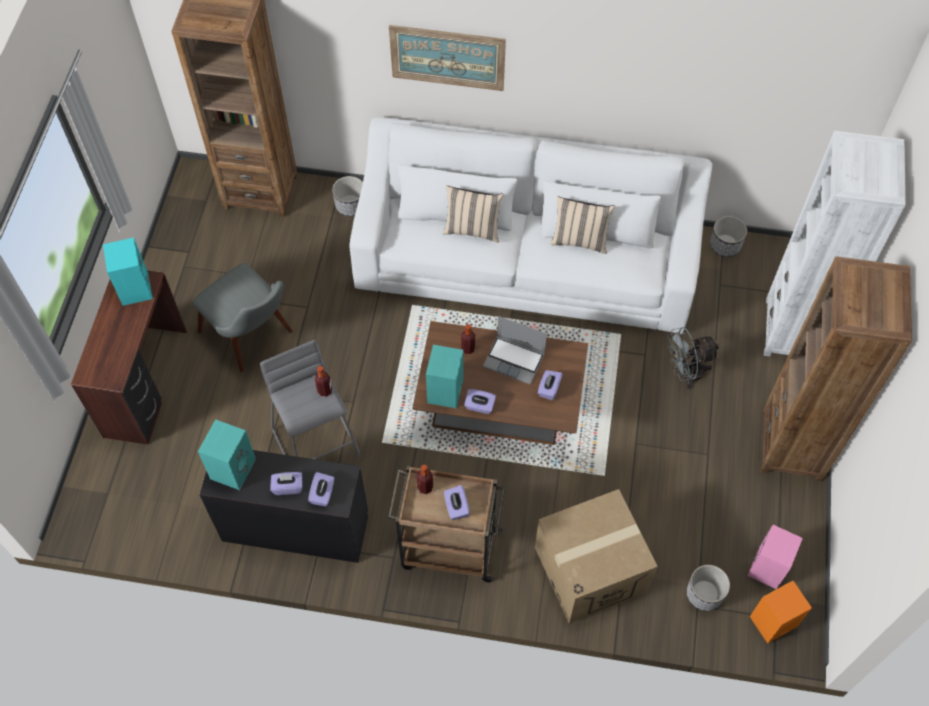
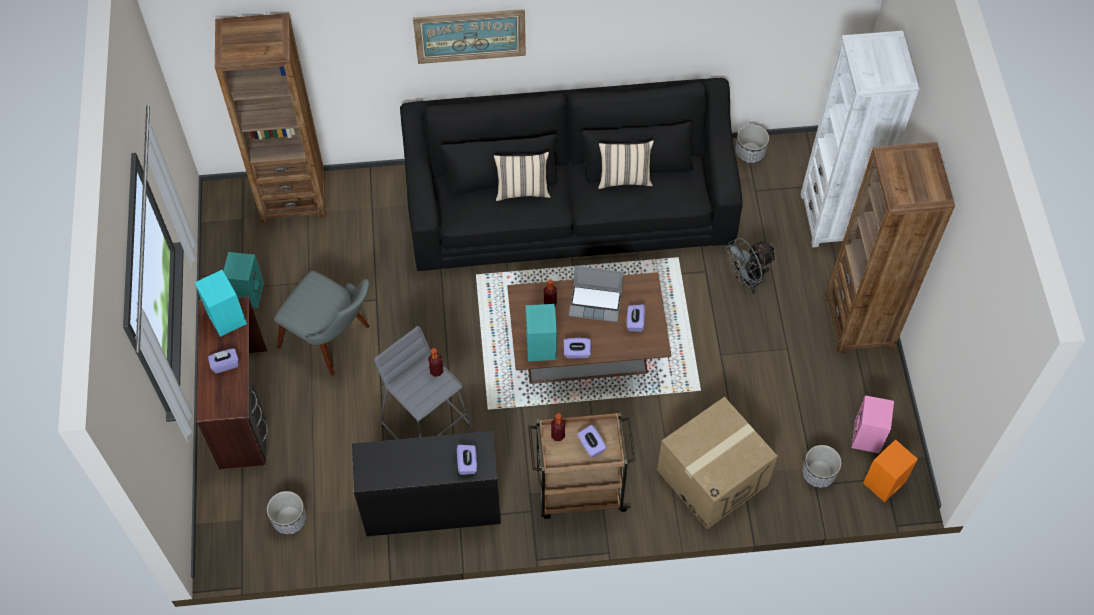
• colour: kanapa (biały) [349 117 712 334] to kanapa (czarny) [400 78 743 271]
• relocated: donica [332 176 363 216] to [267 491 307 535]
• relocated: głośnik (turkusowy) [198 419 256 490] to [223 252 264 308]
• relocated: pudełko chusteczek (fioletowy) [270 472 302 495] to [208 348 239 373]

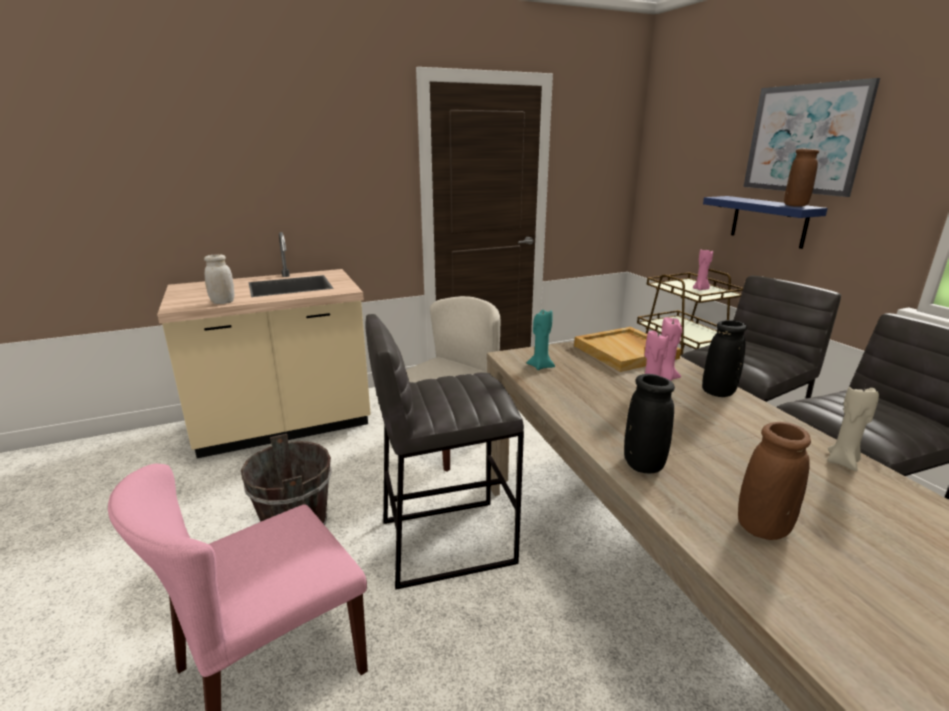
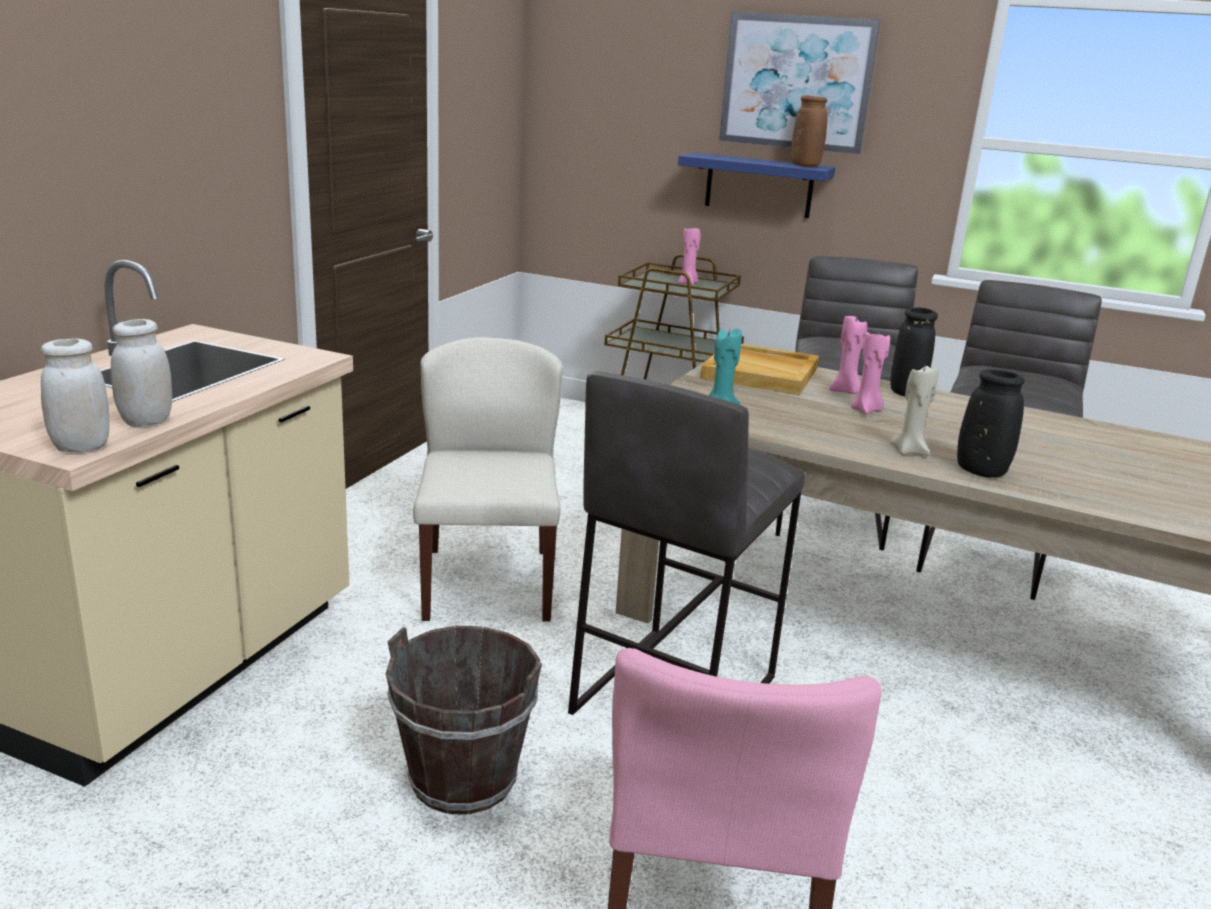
• relocated: świeca (beżowy) [827 385 879 471] to [889 366 939 456]
• missing: wazon (brązowy) [738 422 811 540]
• appeared: słoik (biały) [41 338 109 452]

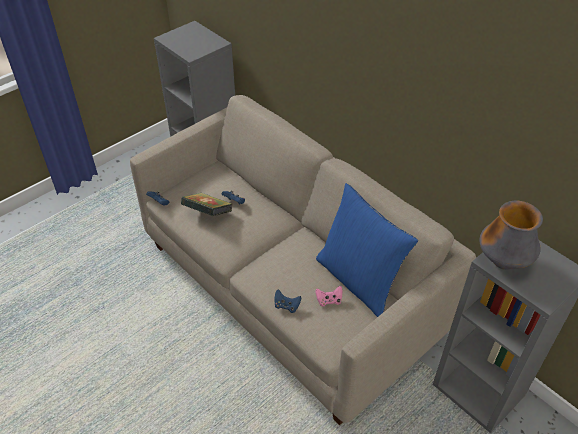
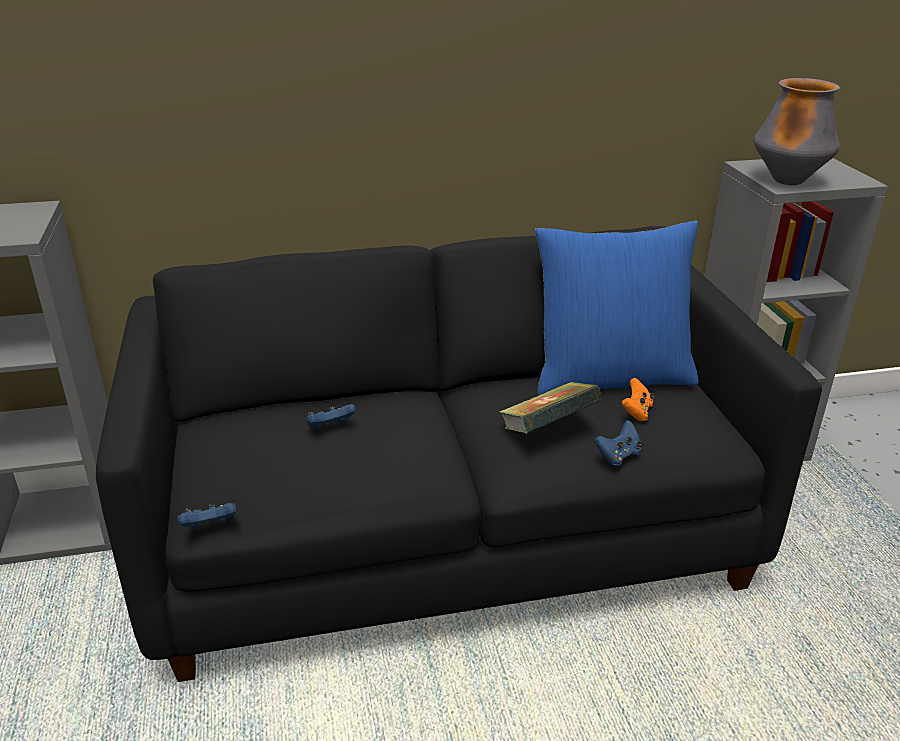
• colour: kanapa (beżowy) [130 95 476 425] to kanapa (czarny) [96 226 822 682]
• relocated: książka [181 192 232 216] to [499 382 603 434]
• colour: pad do gier (różowy) [316 286 342 306] to pad do gier (pomarańczowy) [621 378 655 421]

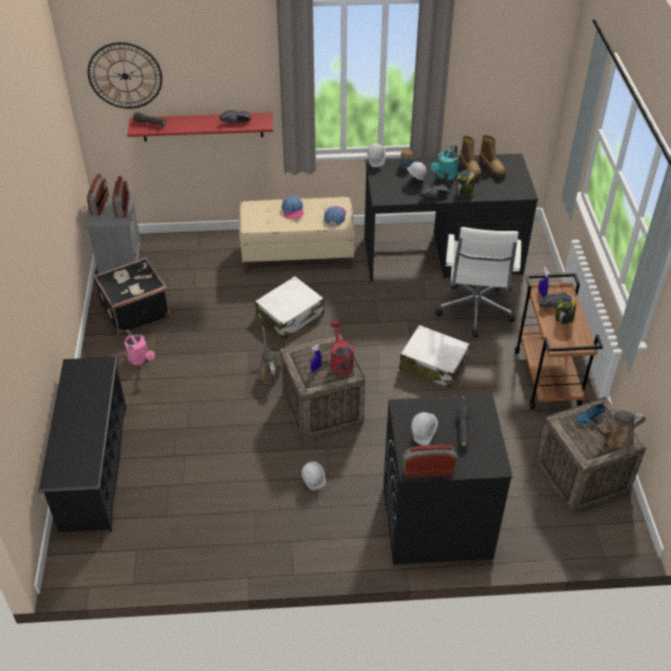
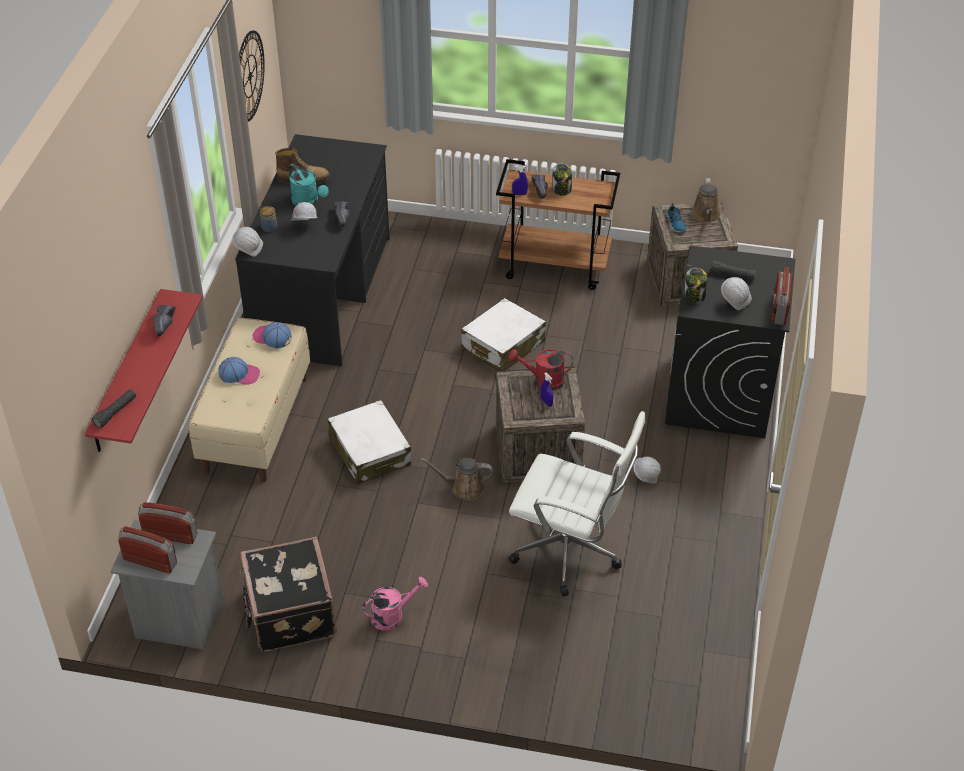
• relocated: zegar ścienny [88 42 162 109] to [239 30 265 122]
• missing: but z cholewką [479 135 506 177]
• relocated: słoik [457 170 475 197] to [684 268 707 303]
• relocated: krzesło biurowe (biały) [435 227 521 338] to [508 411 645 597]
• missing: regał na buty (czarny) [38 357 126 532]

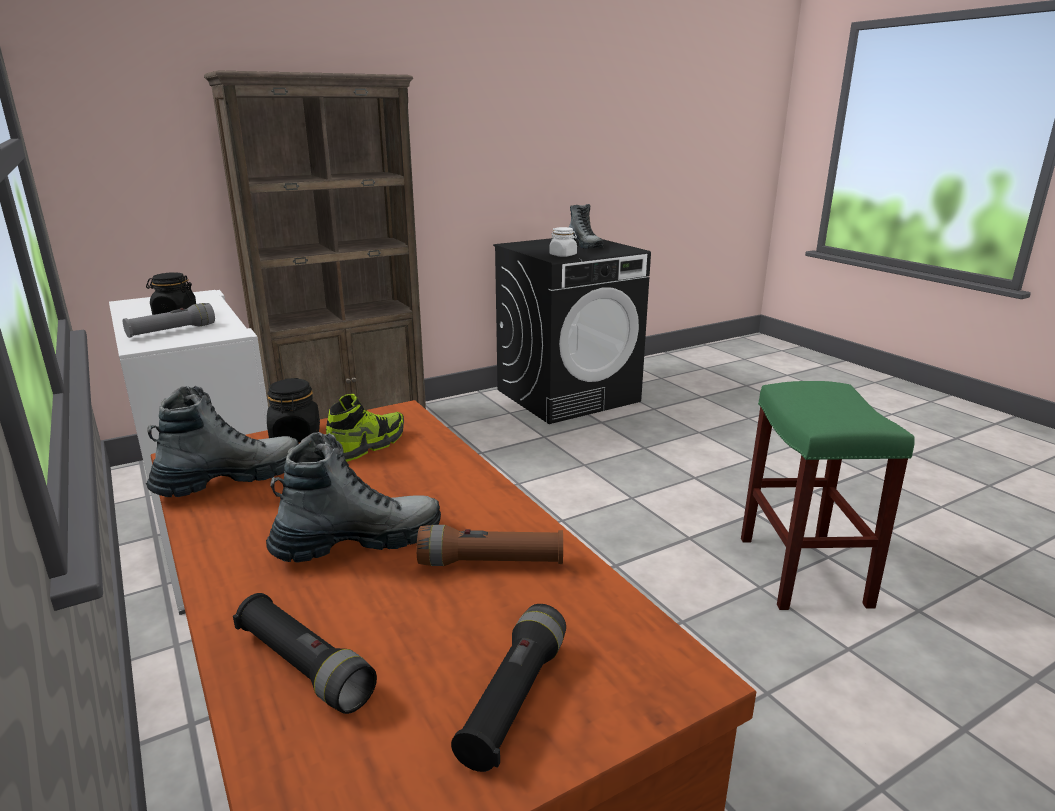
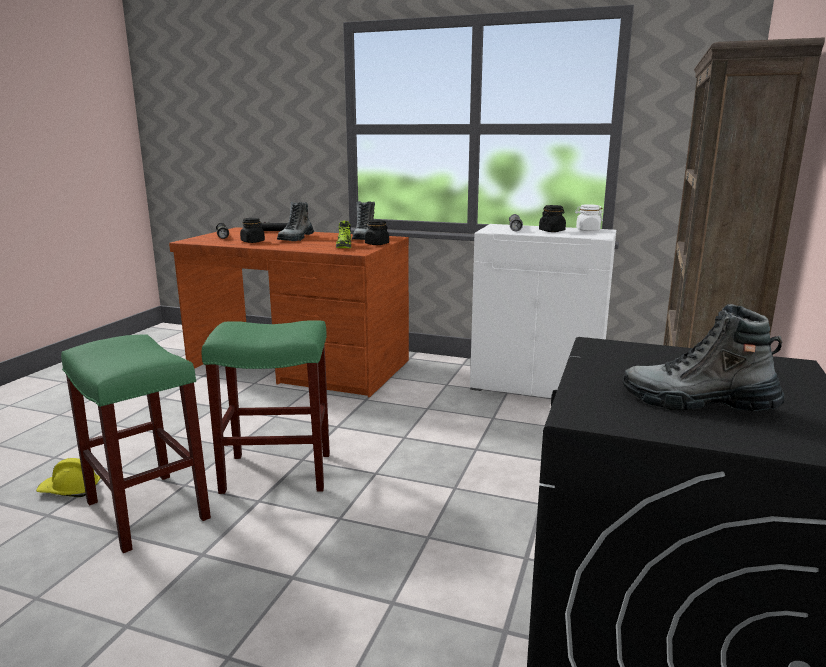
• relocated: słoik (biały) [549 227 577 257] to [575 204 603 231]
• exchanged: latarka (brązowy) [417 525 563 566] to słoik (czarny) [240 218 265 243]
• appeared: stołek (zielony) [202 320 330 494]
• appeared: kask (żółty) [36 458 100 497]

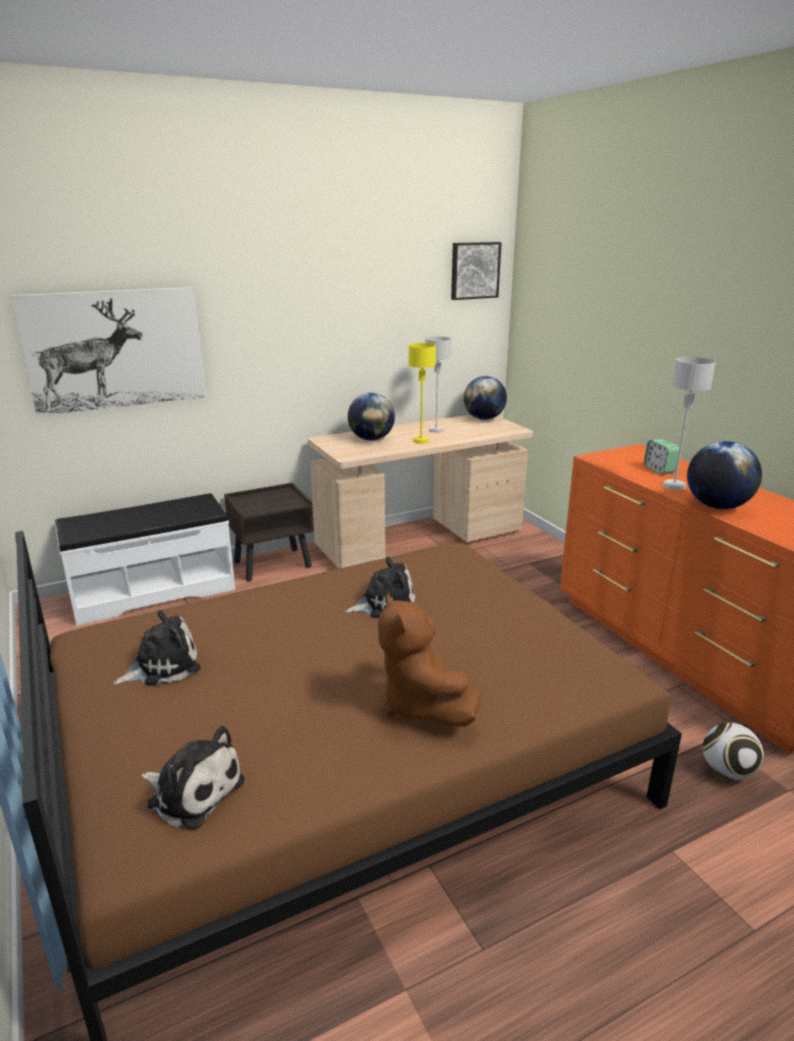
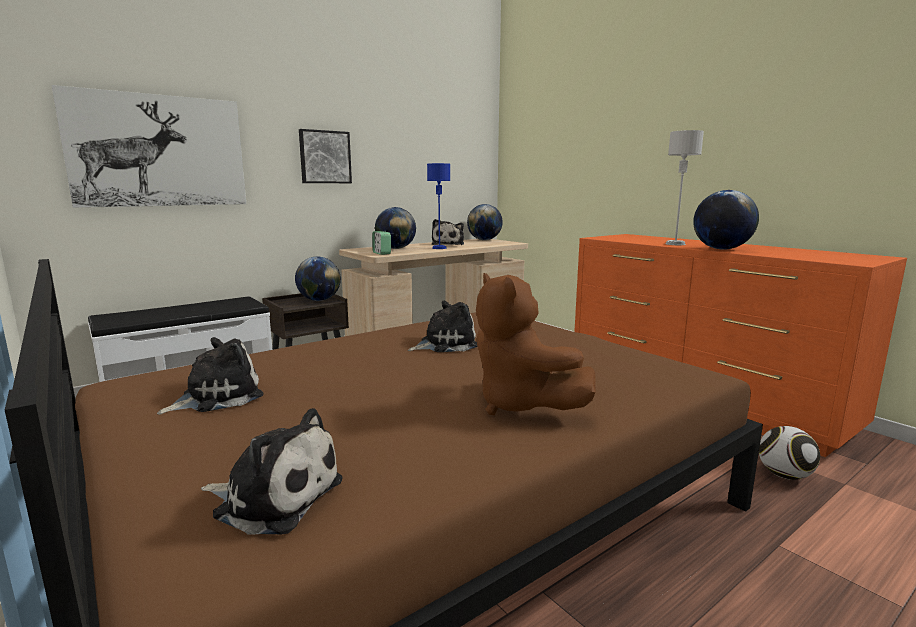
• relocated: obraz [451 242 502 300] to [299 129 352 183]
• exchanged: lampa stołowa (szary) [425 337 451 433] to pluszak [432 219 464 245]
• colour: lampa stołowa (żółty) [408 343 436 444] to lampa stołowa (niebieski) [427 163 450 249]
• relocated: budzik [644 439 679 474] to [372 231 391 255]
• appeared: globus [295 257 341 301]

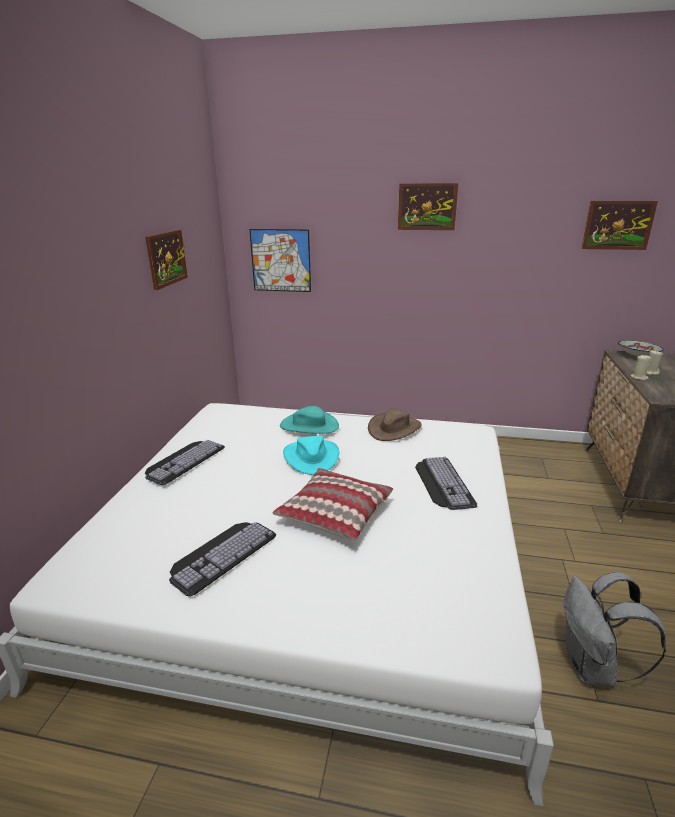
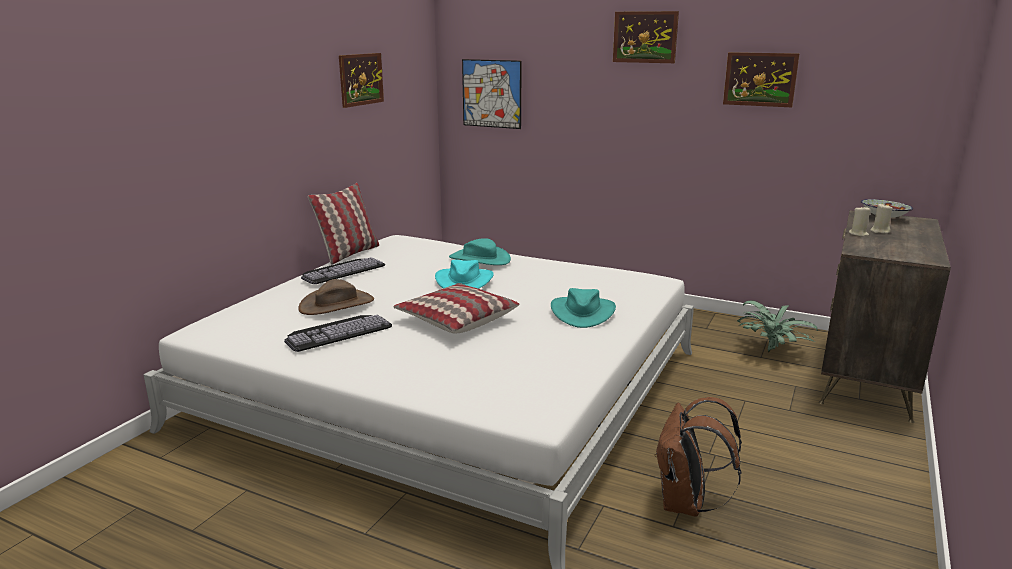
• relocated: obraz [582 201 658 250] to [723 52 799 107]
• relocated: kapelusz (brązowy) [368 408 422 441] to [298 279 374 315]
• exchanged: klawiatura [415 457 477 510] to kapelusz (turkusowy) [551 288 616 328]
• colour: plecak (szary) [564 572 666 686] to plecak (brązowy) [655 397 742 516]
• appeared: poduszka [308 183 379 265]
• appeared: roślina doniczkowa [737 301 818 352]

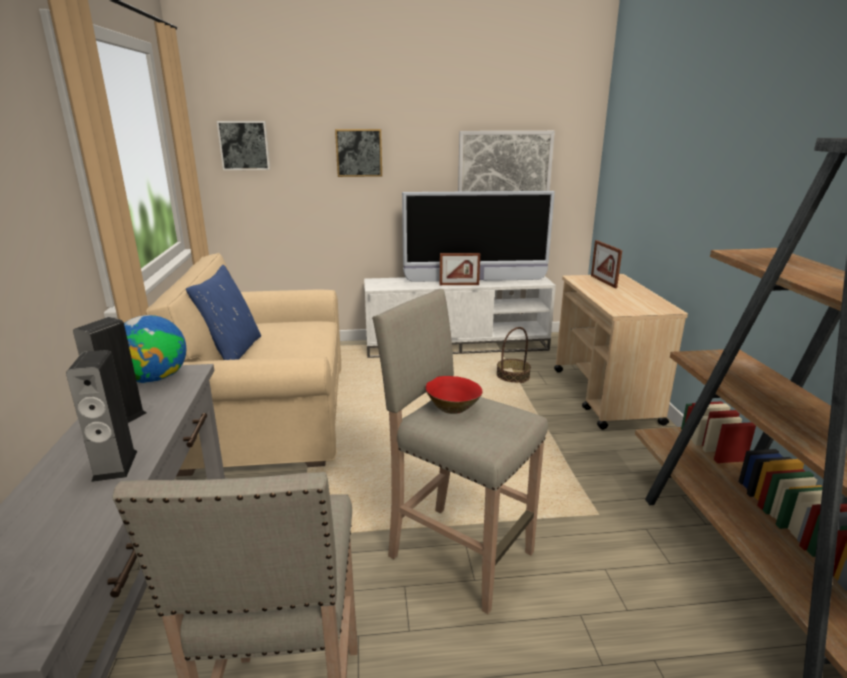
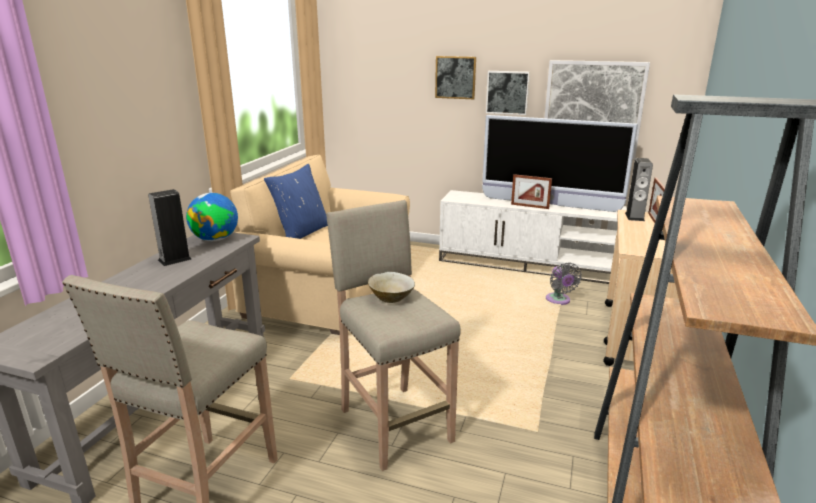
• relocated: obraz [217 121 270 170] to [486 71 530 115]
• exchanged: koszyk [497 327 531 383] to wentylator (szary) [546 263 582 305]
• relocated: głośnik [66 350 137 482] to [625 158 653 221]
• colour: miska (czerwony) [425 376 483 414] to miska (beżowy) [368 272 415 303]

